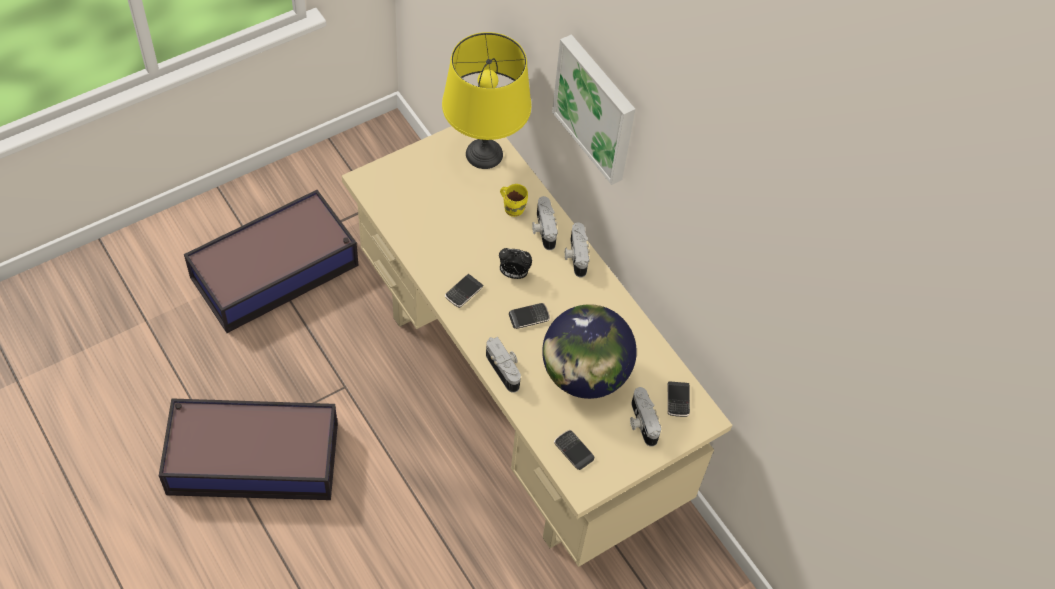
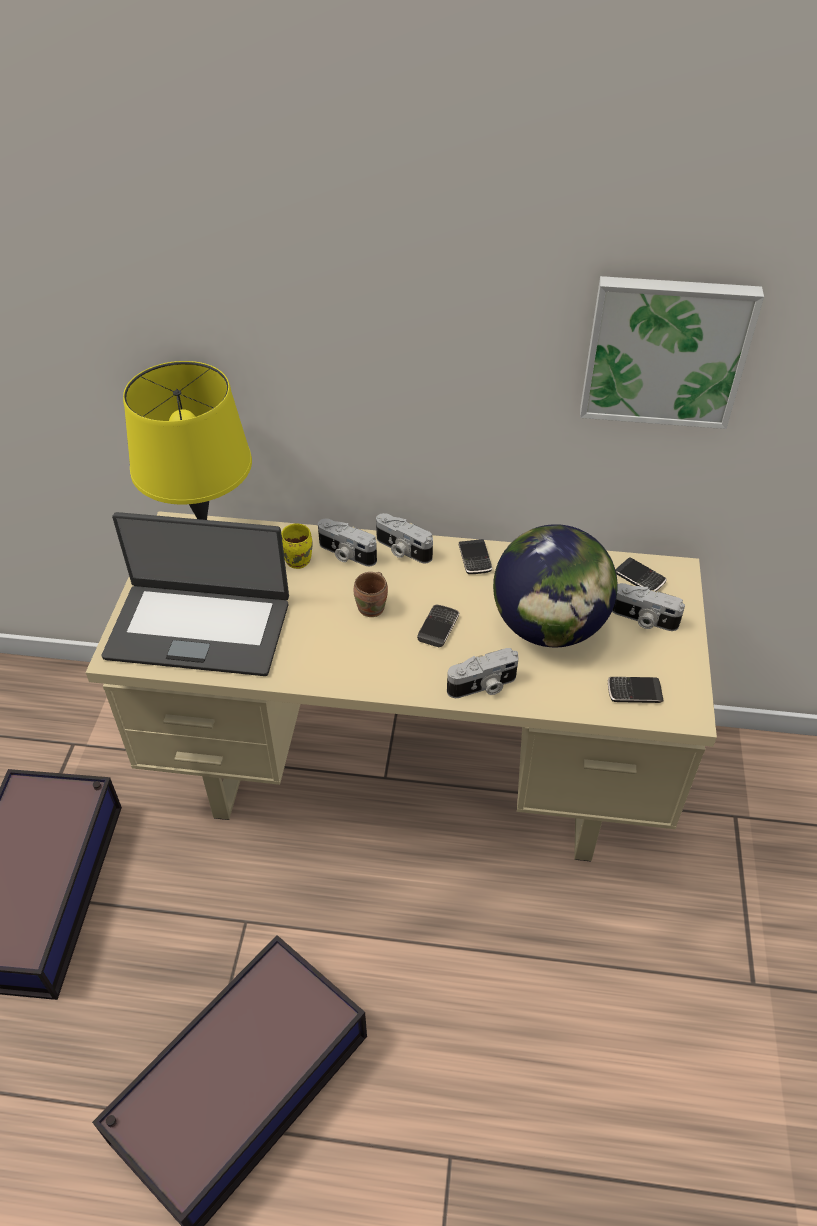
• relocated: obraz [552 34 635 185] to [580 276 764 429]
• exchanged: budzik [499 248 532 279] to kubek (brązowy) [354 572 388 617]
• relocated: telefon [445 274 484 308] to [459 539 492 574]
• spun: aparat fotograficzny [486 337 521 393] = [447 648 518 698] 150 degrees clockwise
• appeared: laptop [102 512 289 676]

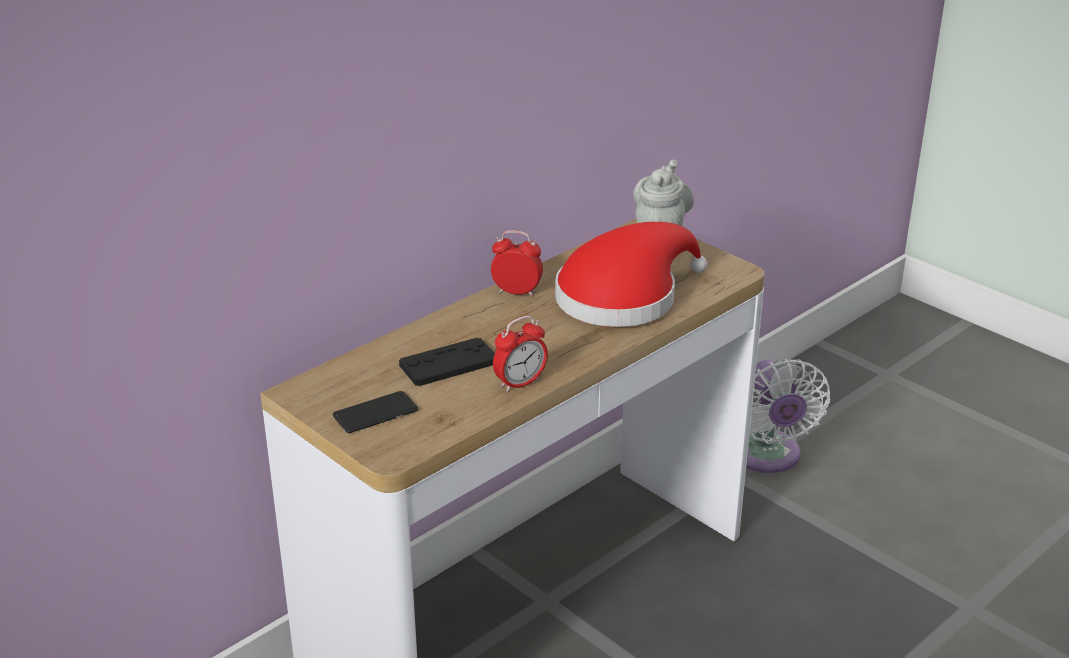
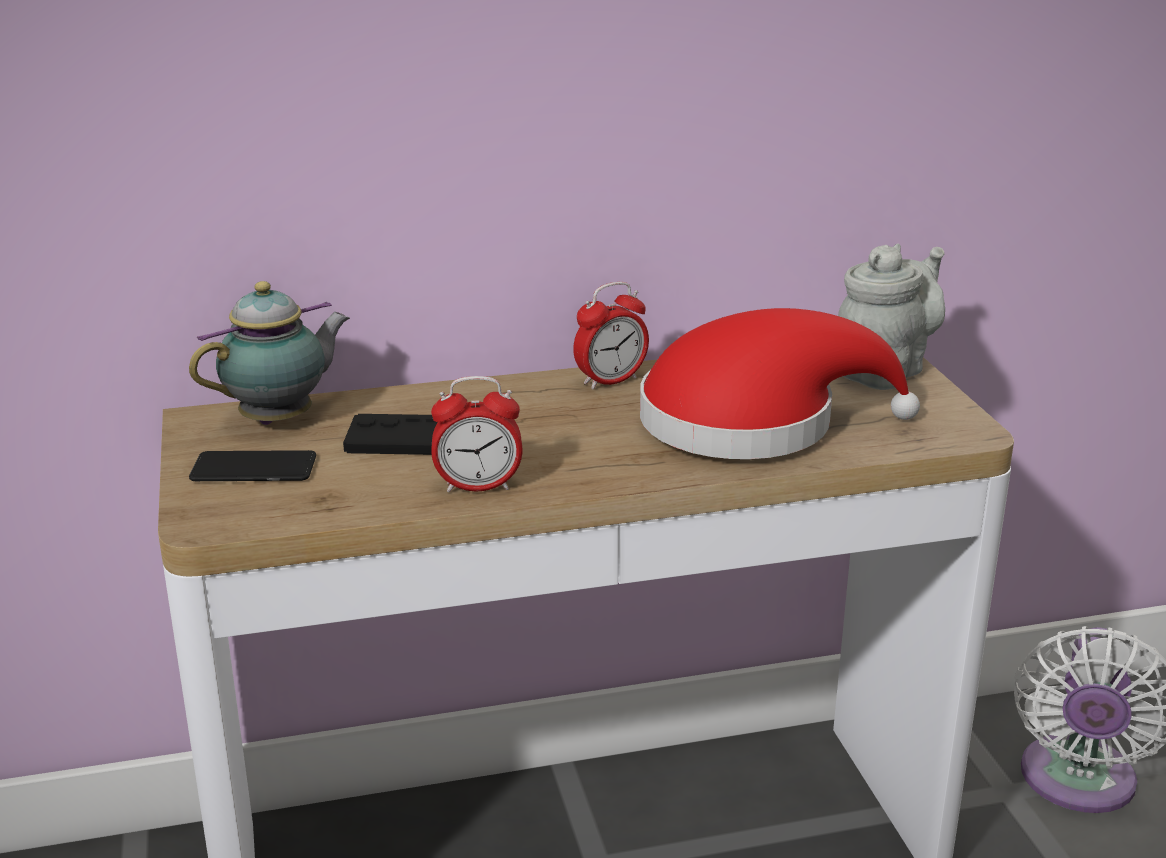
• spun: budzik [491 230 543 297] = [573 282 649 390] 105 degrees clockwise
• appeared: imbryk [189 281 350 425]

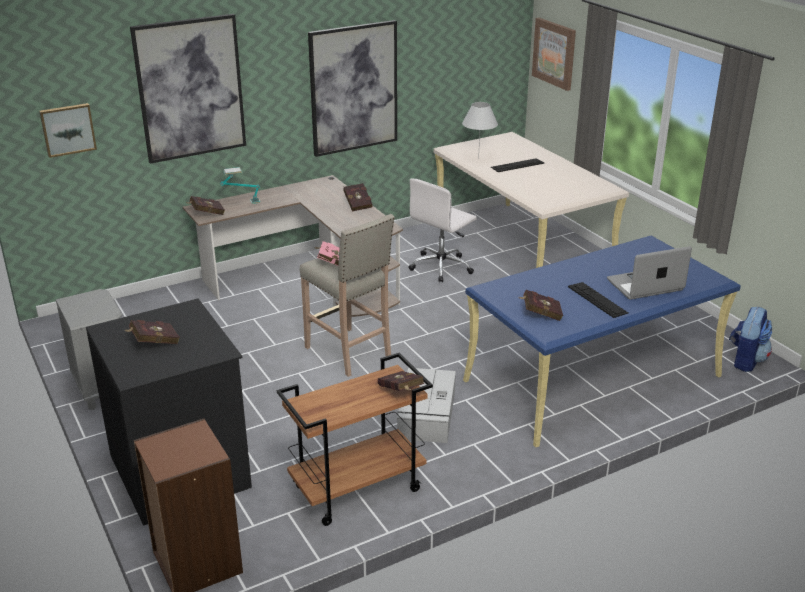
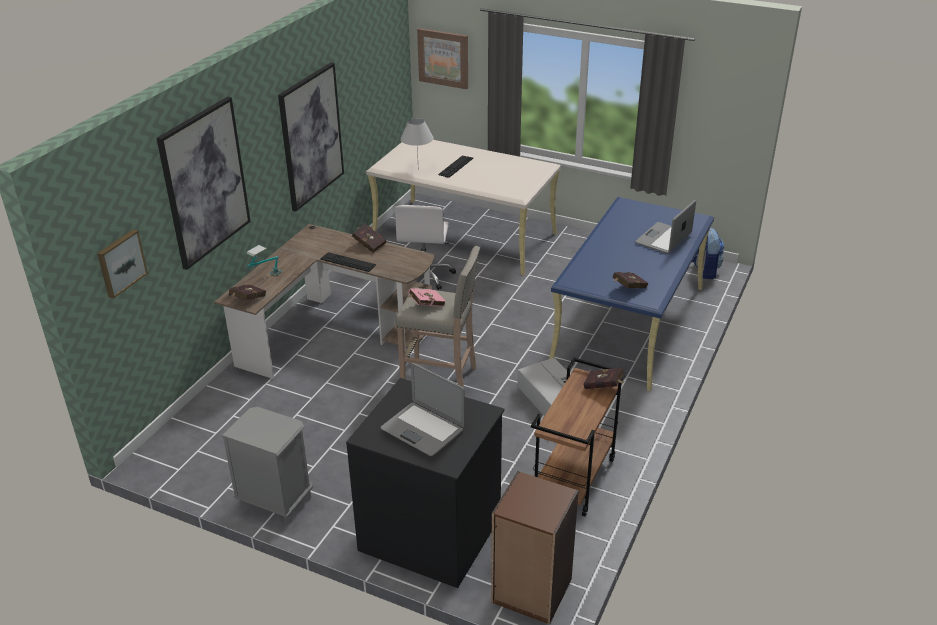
• relocated: klawiatura [568 282 628 318] to [320 252 377 272]
• exchanged: książka (czerwony) [126 320 180 344] to laptop [381 363 465 456]

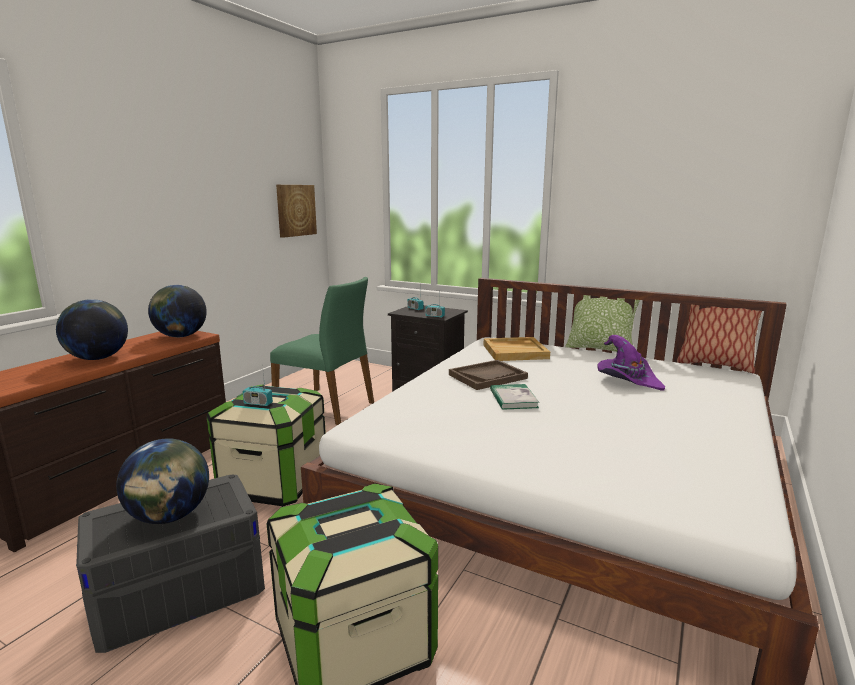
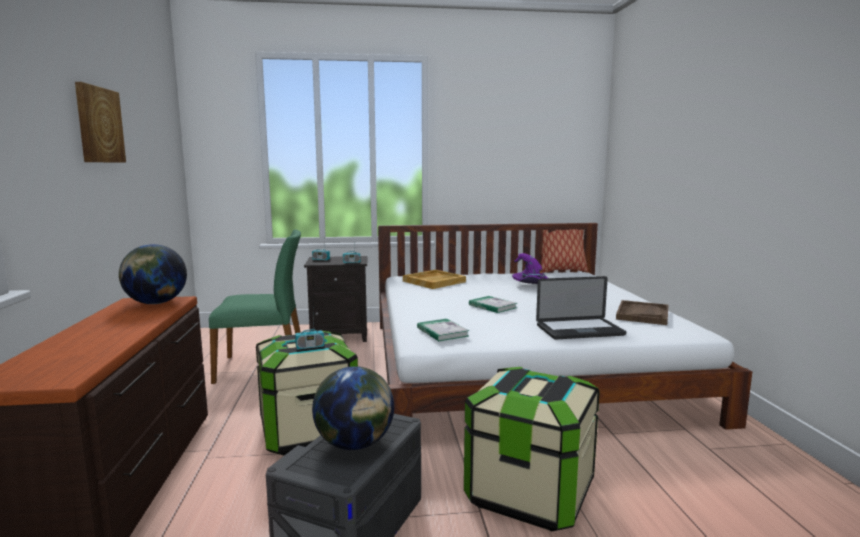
• relocated: obraz [276 185 317 238] to [75 82 126 163]
• missing: poduszka [565 295 640 352]
• missing: globus [56 299 128 360]
• relocated: taca (brązowy) [449 360 528 390] to [616 300 668 325]
• appeared: laptop [536 276 626 339]
• appeared: książka [417 319 469 341]

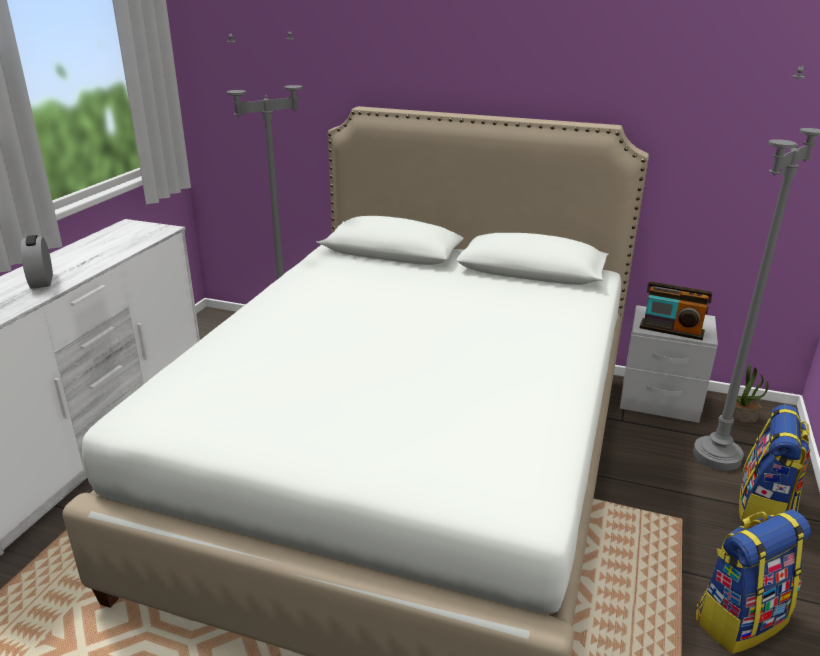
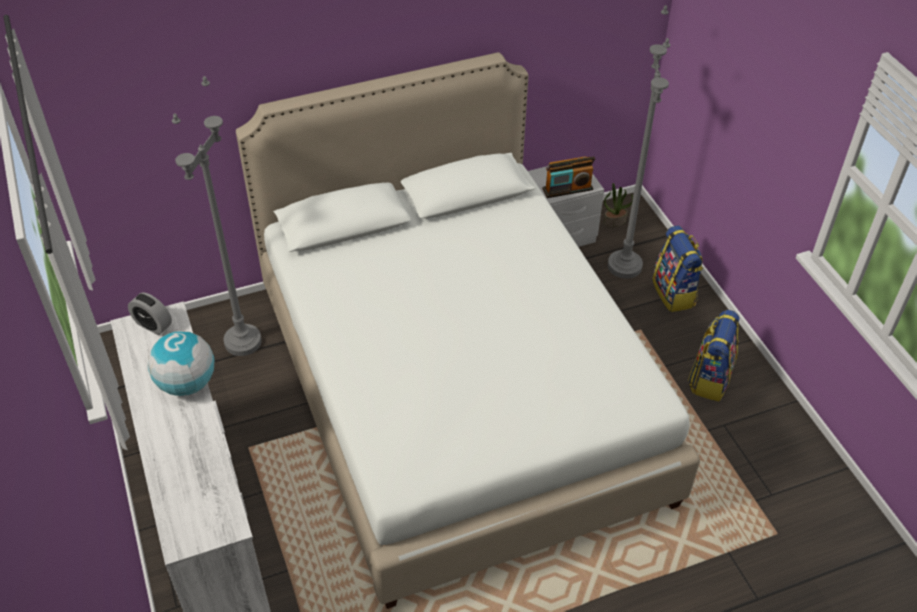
• relocated: budzik [21 235 53 289] to [128 293 172 335]
• appeared: globus [148 331 214 396]

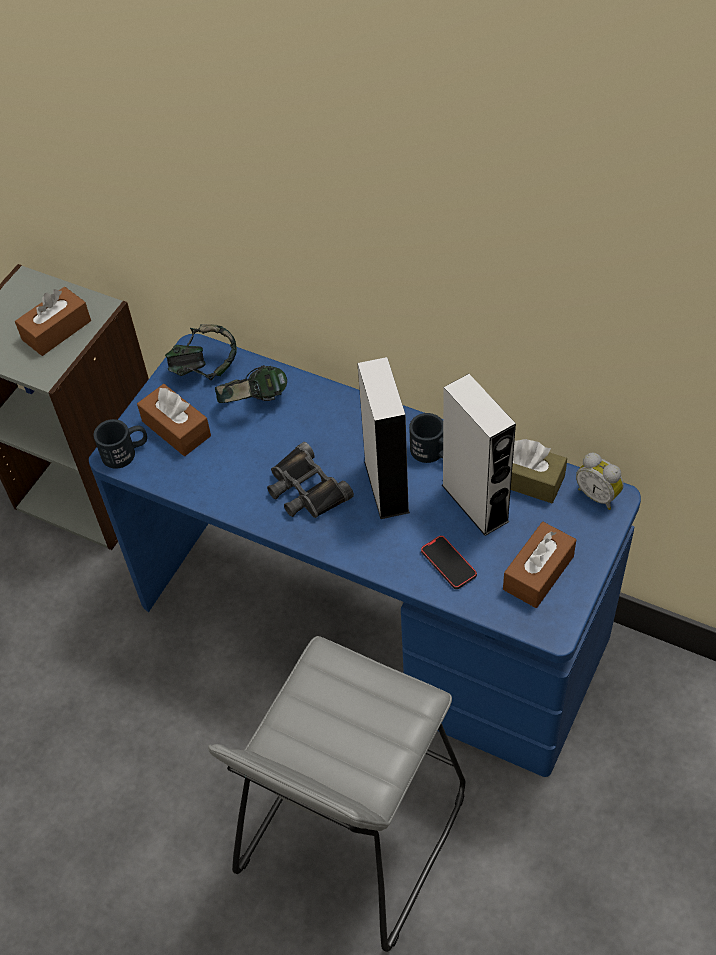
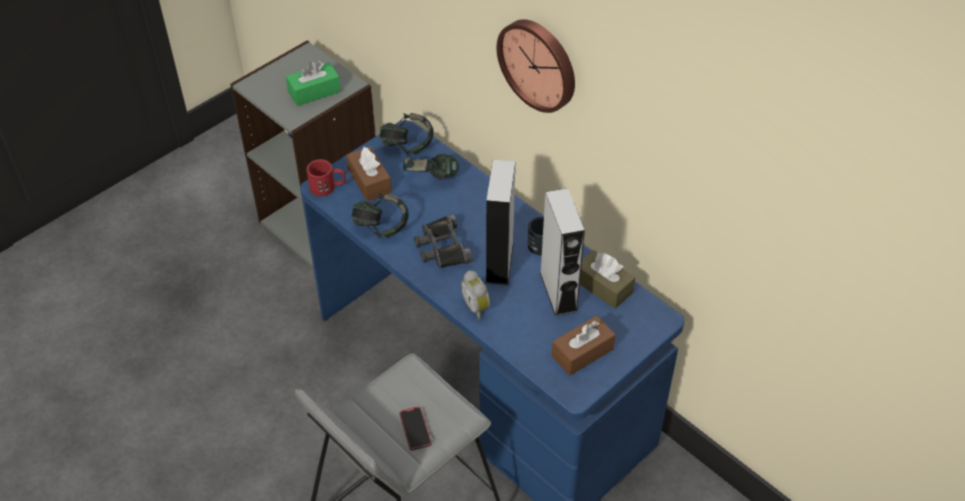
• colour: pudełko chusteczek (brązowy) [15 287 91 356] to pudełko chusteczek (zielony) [286 61 341 106]
• colour: kubek (czarny) [94 419 147 469] to kubek (czerwony) [306 159 346 196]
• relocated: budzik [576 452 624 510] to [461 270 490 319]
• relocated: telefon [421 535 477 589] to [399 407 431 450]
• appeared: zegar ścienny [497 19 575 113]
• appeared: słuchawki [351 193 409 238]

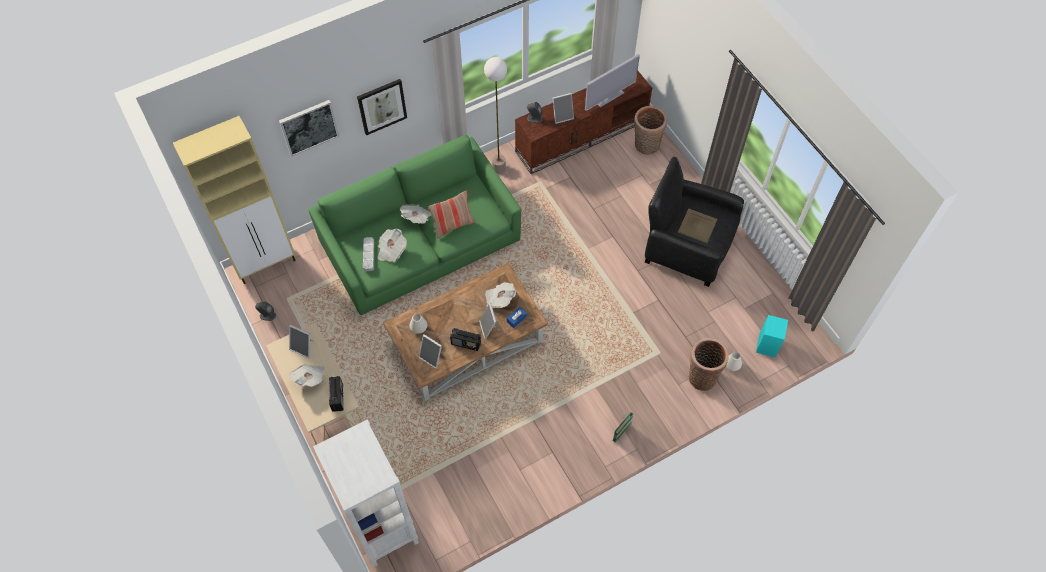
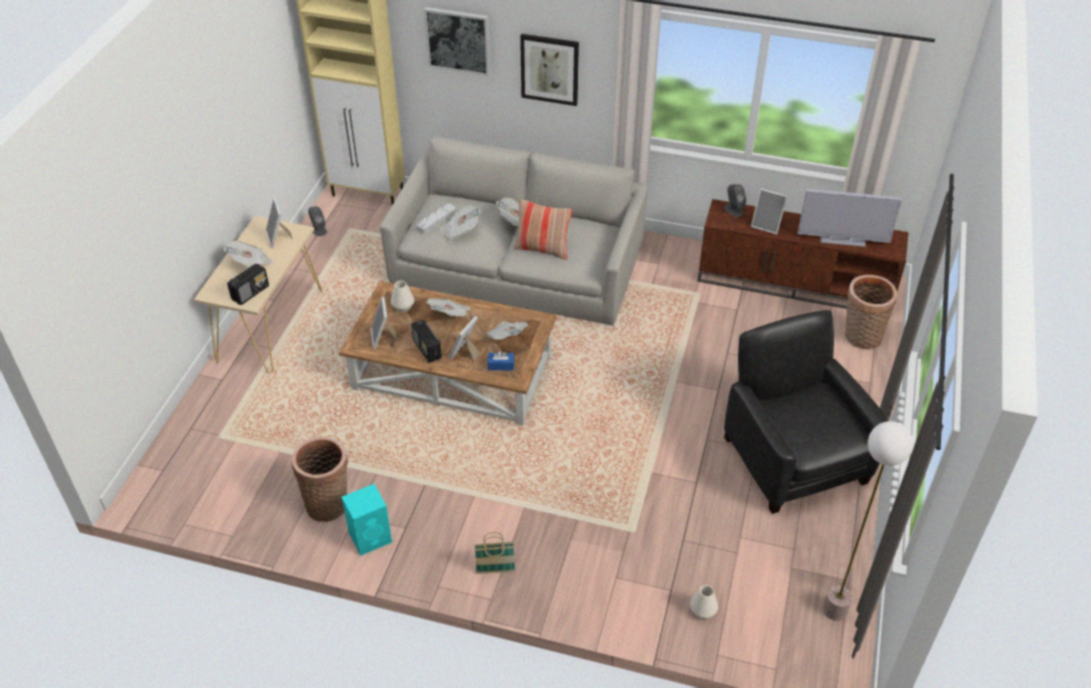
• relocated: lampa stojąca [484 57 507 174] to [823 421 913 621]
• colour: kanapa (zielony) [308 135 521 315] to kanapa (szary) [380 136 648 325]
• missing: taca (beżowy) [678 209 717 243]
• relocated: głośnik (turkusowy) [756 315 788 358] to [342 484 392 556]
• relocated: koszyk [689 338 729 391] to [292 437 348 522]
• missing: regał (biały) [313 419 419 567]
• appeared: gazeta [427 298 471 317]

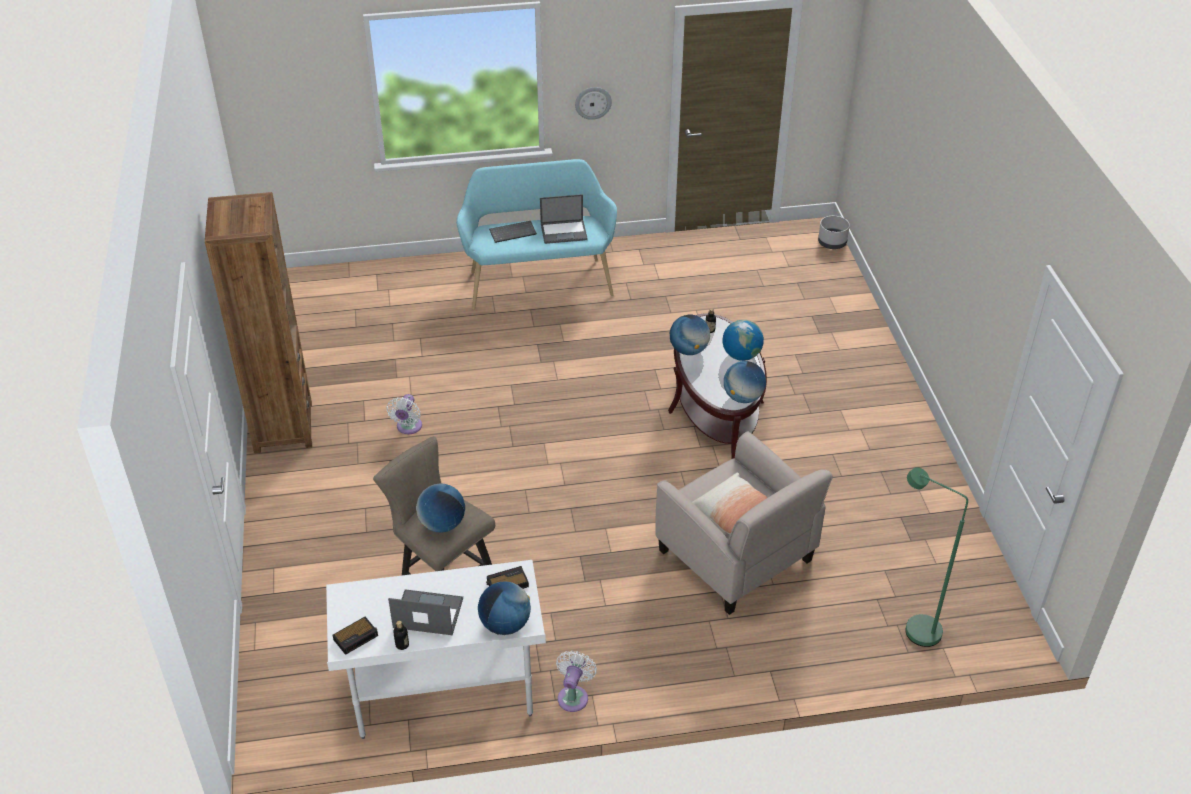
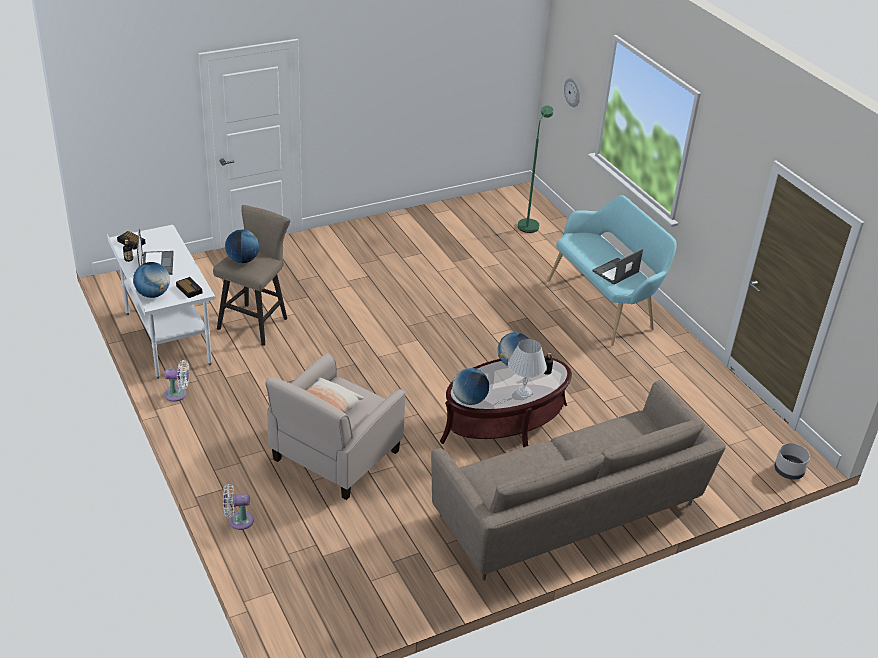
• relocated: zegar ścienny [575 87 612 120] to [564 78 580 107]
• missing: regał (brązowy) [205 192 312 454]
• spun: laptop [540 194 588 244] = [593 249 643 285] 75 degrees clockwise
• missing: klawiatura [489 221 537 243]
• exchanged: globus [722 320 764 361] to lampa stołowa (biały) [508 339 547 400]
• relocated: wentylator (biały) [386 394 422 434] to [223 484 254 530]
• relocated: lampa stojąca (zielony) [905 467 968 647] to [518 106 553 233]
• appeared: kanapa (beżowy) [431 380 726 581]

